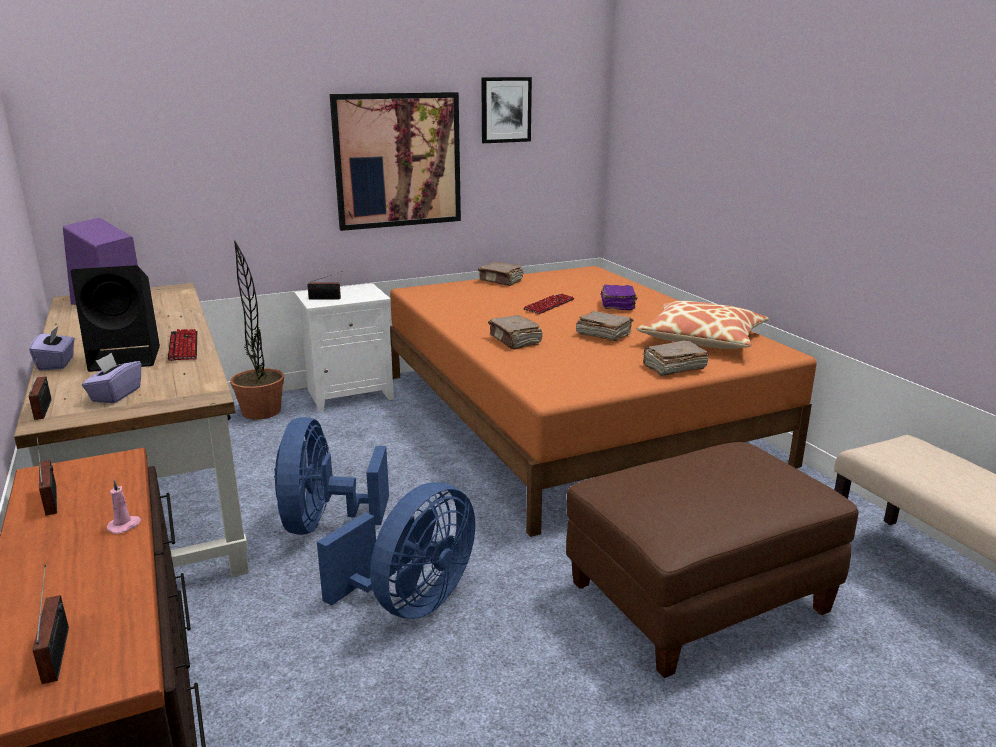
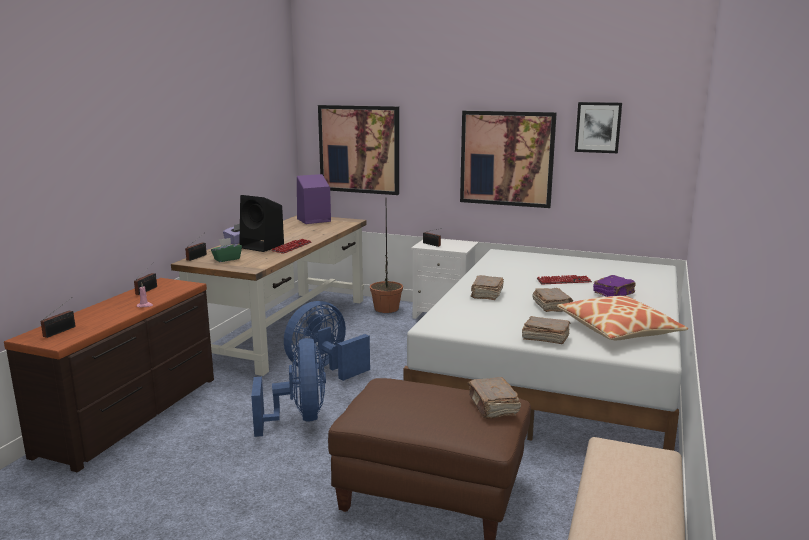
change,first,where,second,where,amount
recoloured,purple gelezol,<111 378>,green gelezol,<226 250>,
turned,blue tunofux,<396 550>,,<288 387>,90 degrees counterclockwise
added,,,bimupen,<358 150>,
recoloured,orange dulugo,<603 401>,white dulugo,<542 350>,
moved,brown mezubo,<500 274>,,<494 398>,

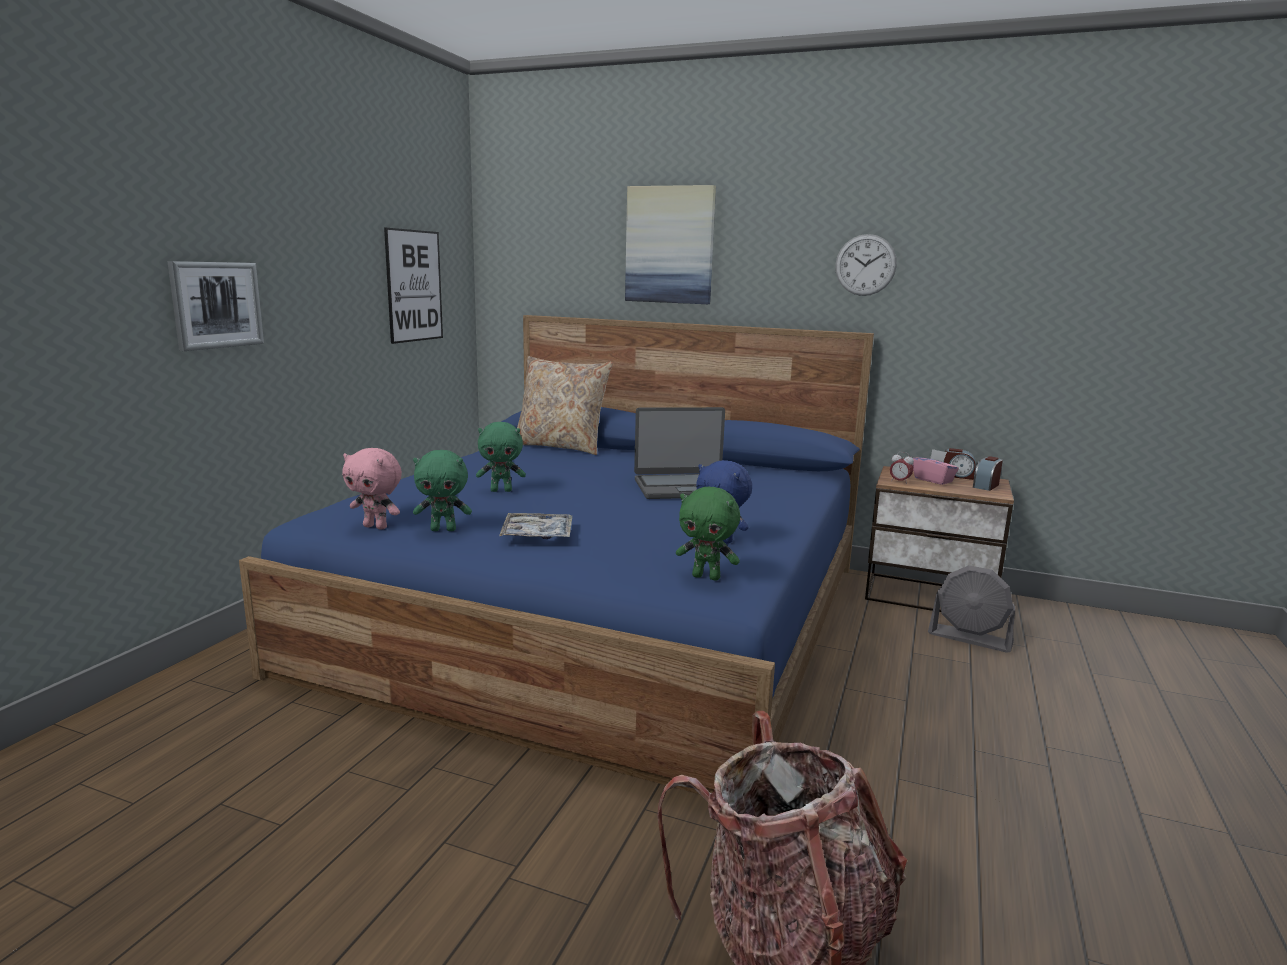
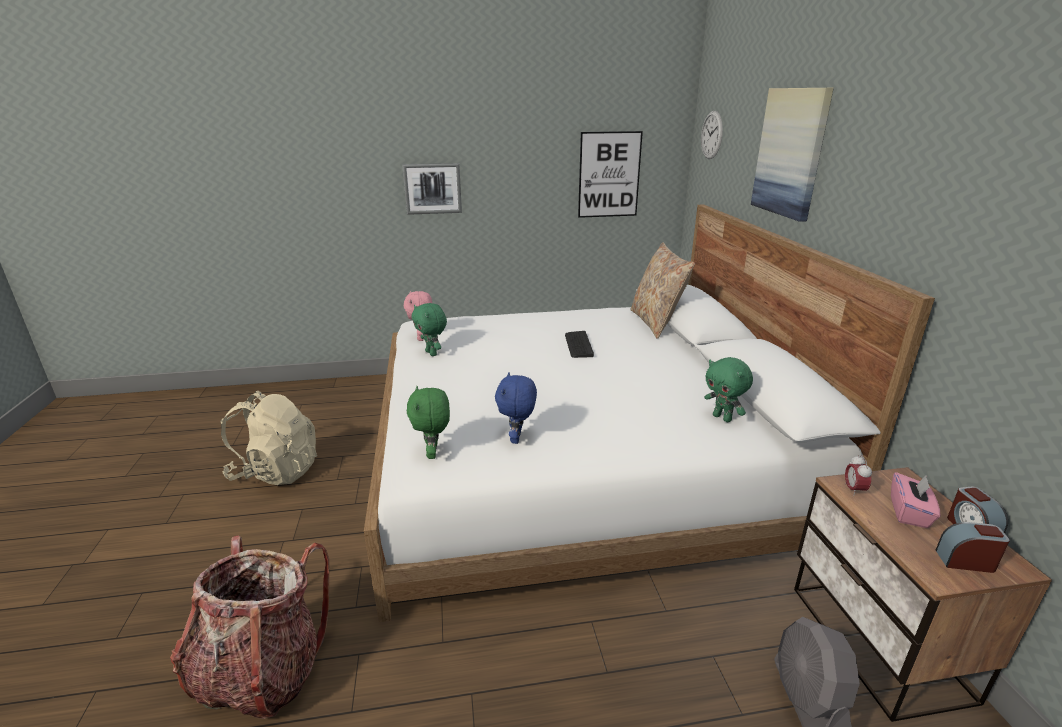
change,first,where,second,where,amount
added,,,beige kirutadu,<269 438>,
recoloured,blue dulugo,<556 554>,white dulugo,<649 413>,
added,,,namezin,<579 344>,
moved,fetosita,<866 265>,,<712 135>,
moved,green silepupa,<501 457>,,<728 389>,
removed,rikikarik,<535 526>,,,
removed,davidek,<679 453>,,,

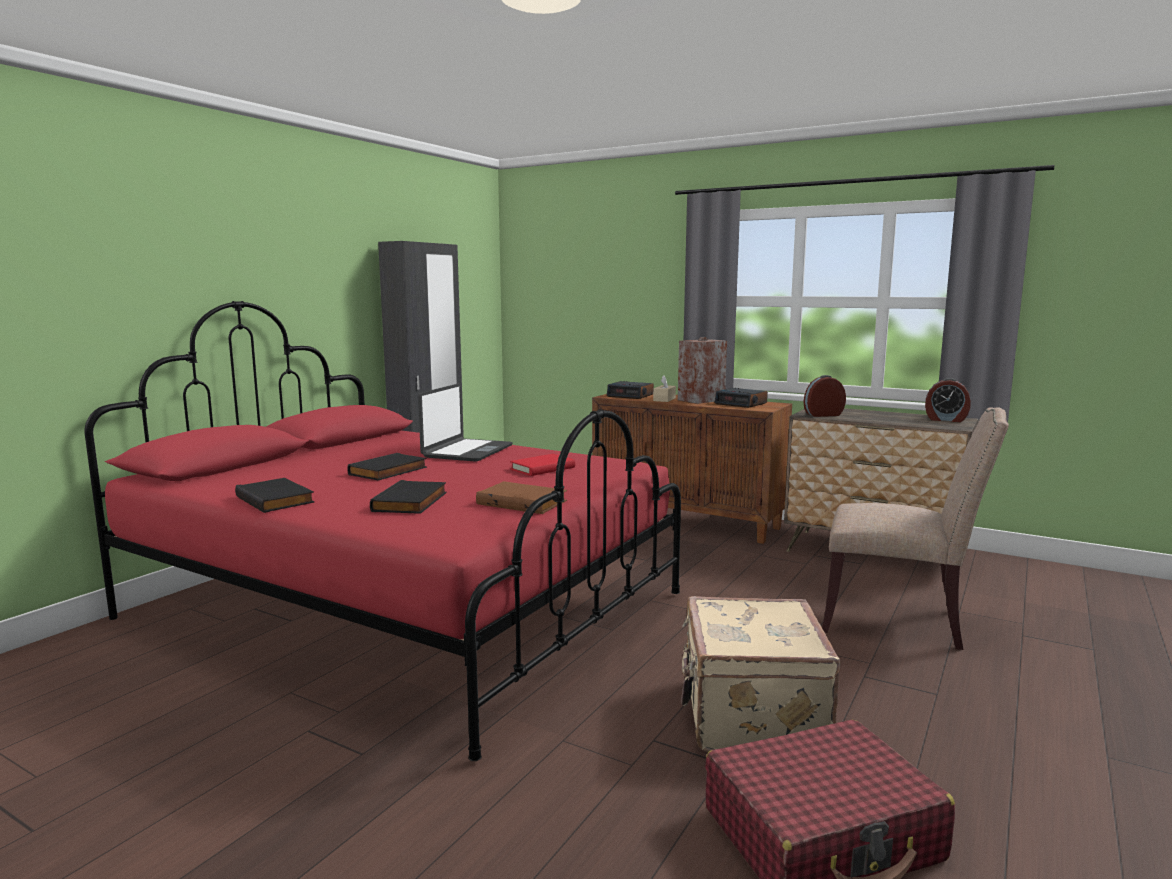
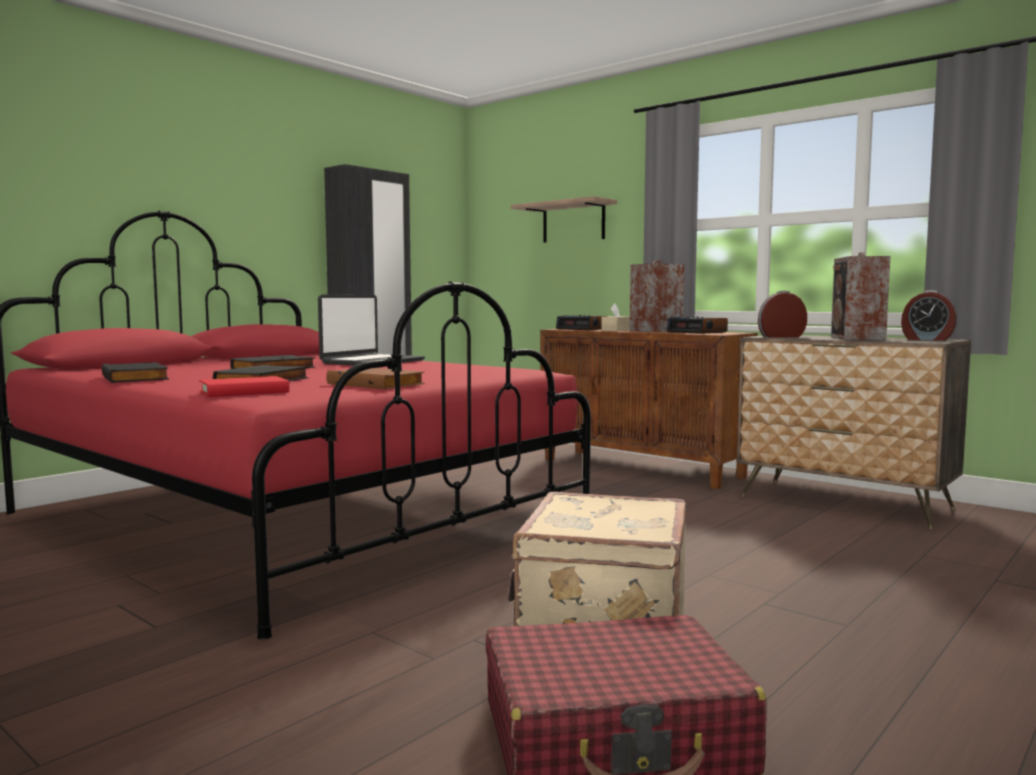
change,first,where,second,where,amount
moved,red mezubo,<542 465>,,<244 386>,
added,,,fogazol,<564 219>,
added,,,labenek,<861 296>,
removed,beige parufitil,<915 528>,,,

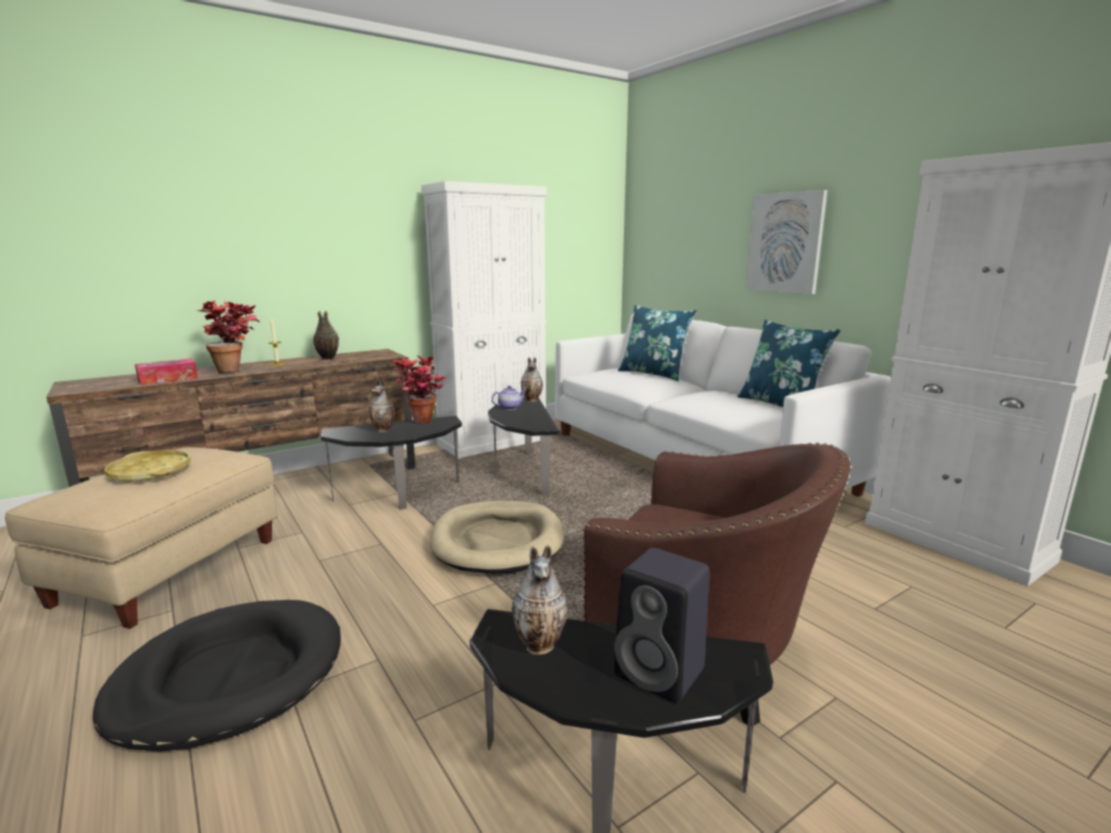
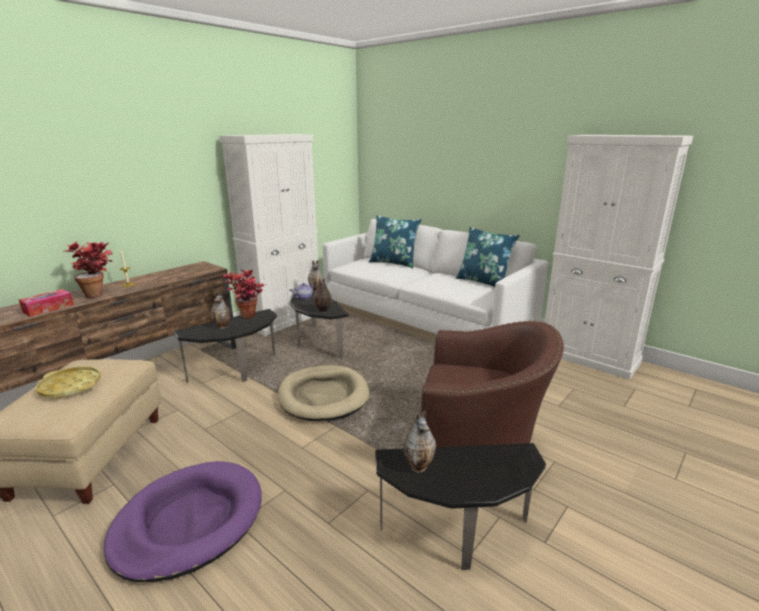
change,first,where,second,where,amount
recoloured,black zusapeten,<217 676>,purple zusapeten,<183 521>,
moved,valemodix,<326 335>,,<323 295>,
removed,black labenek,<662 625>,,,
removed,bimupen,<787 242>,,,

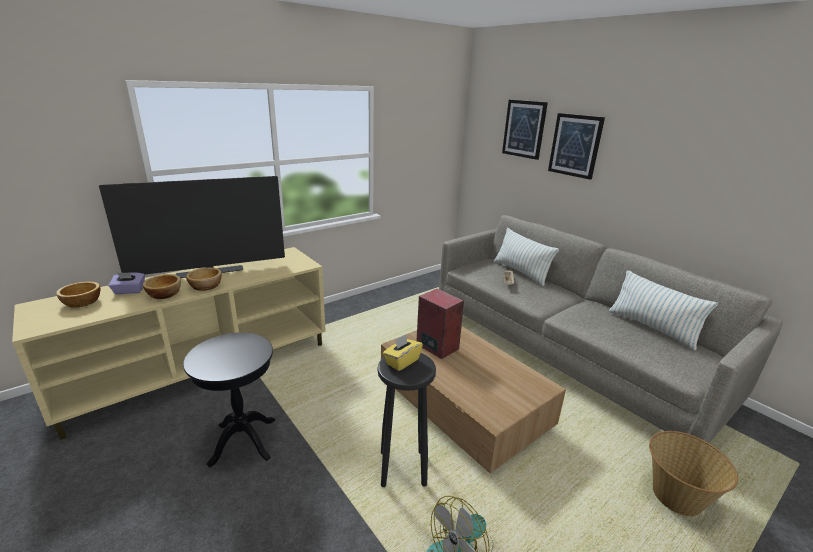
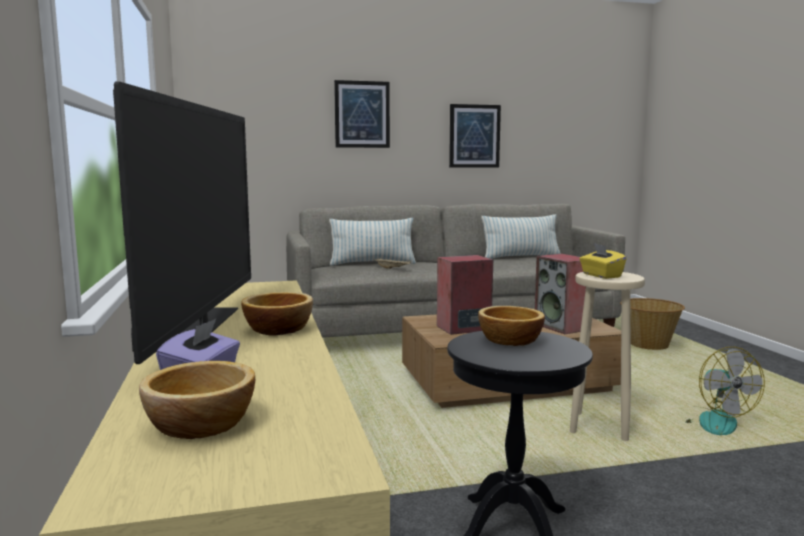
change,first,where,second,where,amount
moved,bimupen,<525 130>,,<475 136>,
moved,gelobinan,<162 286>,,<511 326>,
added,,,labenek,<560 294>,
recoloured,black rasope,<407 420>,beige rasope,<607 356>,

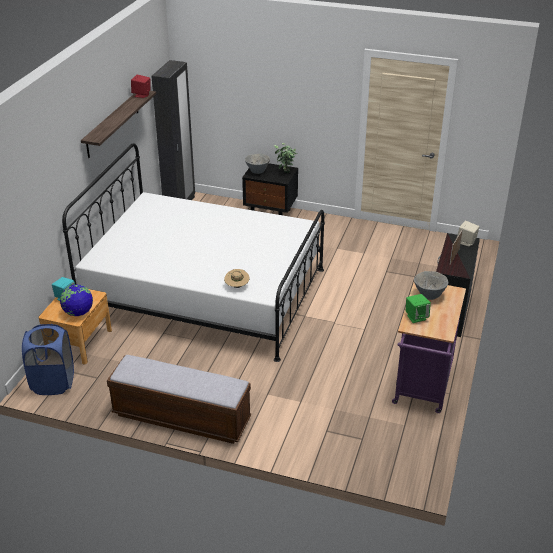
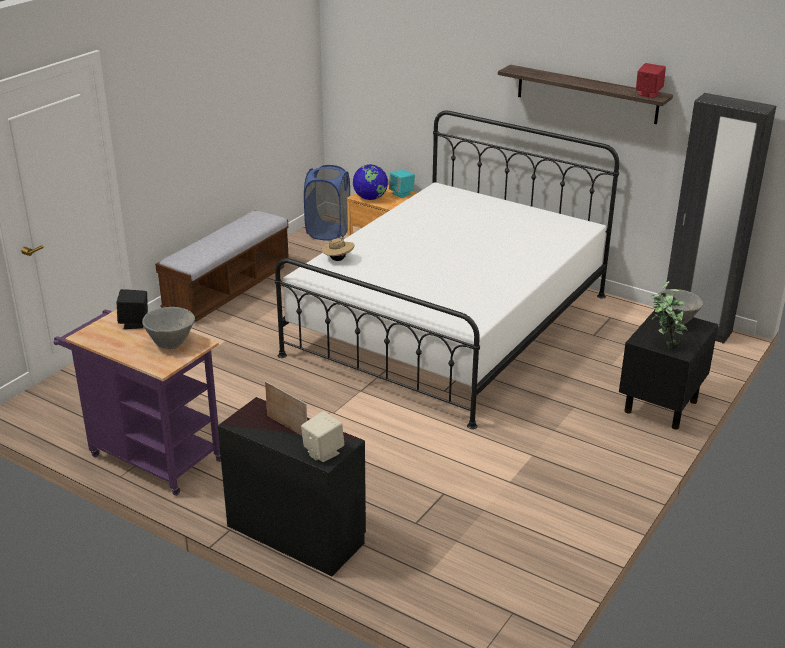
change,first,where,second,where,amount
recoloured,green labenek,<418 308>,black labenek,<132 309>,

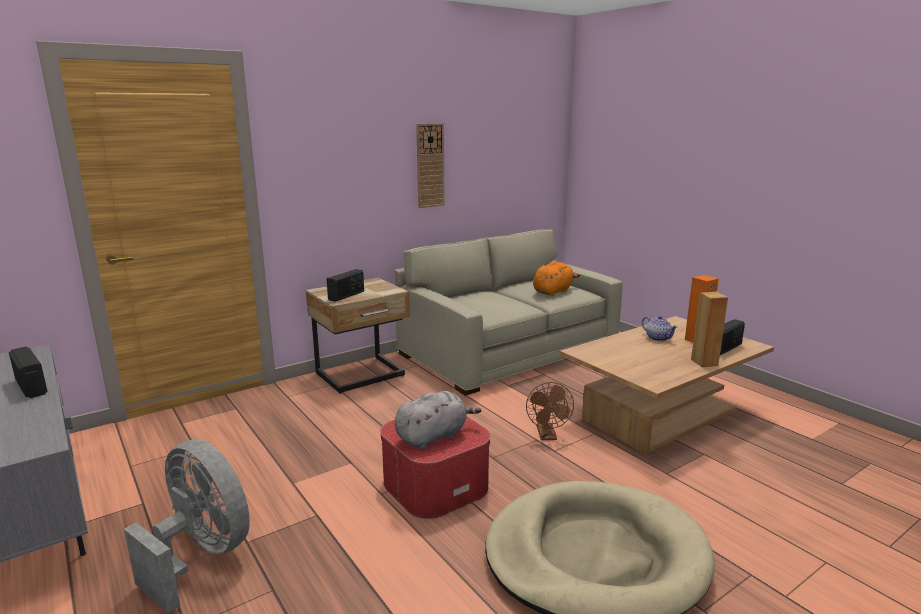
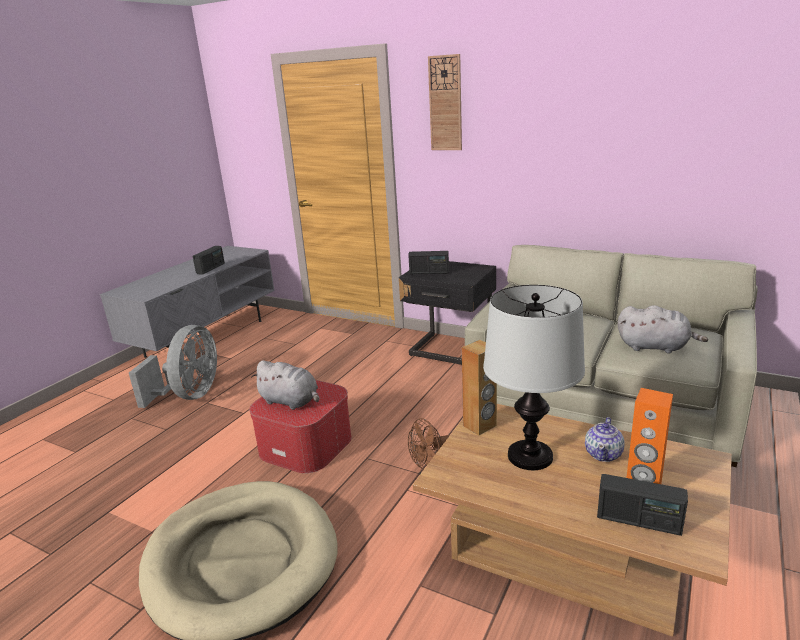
change,first,where,second,where,amount
recoloured,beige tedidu,<358 336>,black tedidu,<447 313>,
moved,fetosita,<430 165>,,<445 102>,
moved,brown labenek,<709 329>,,<479 387>,
added,,,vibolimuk,<534 377>,
recoloured,orange silepupa,<556 278>,grey silepupa,<663 329>,

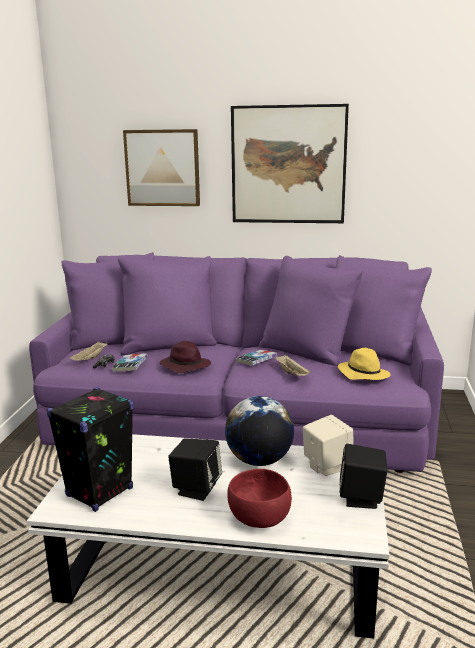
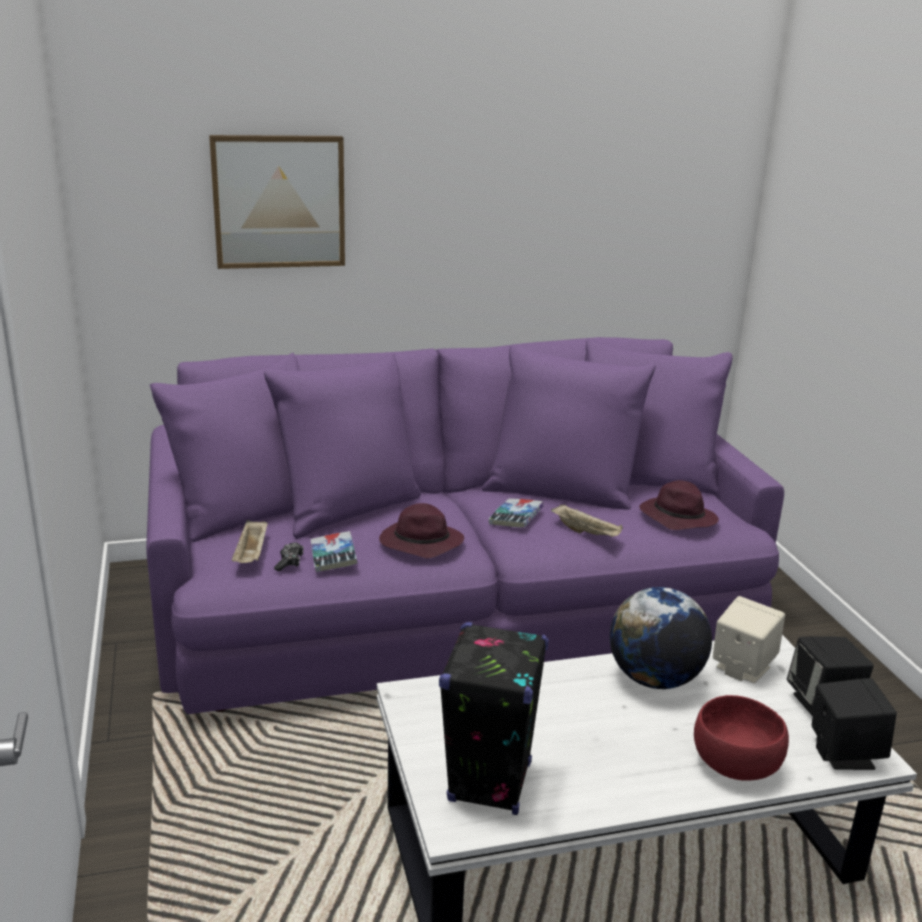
change,first,where,second,where,amount
recoloured,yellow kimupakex,<364 364>,purple kimupakex,<679 505>,
moved,black labenek,<195 469>,,<854 724>,
removed,bimupen,<290 163>,,,

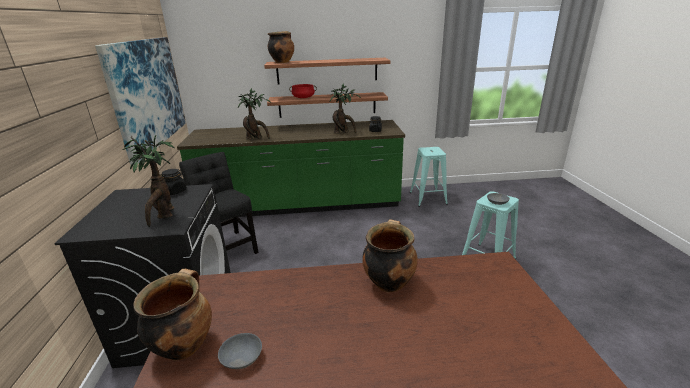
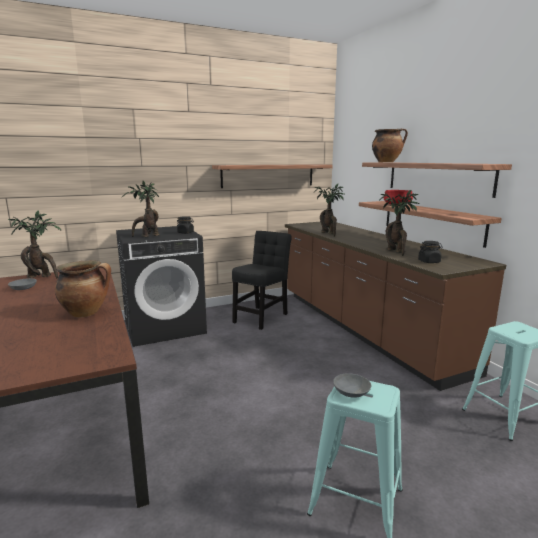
change,first,where,second,where,amount
replaced,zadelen,<172 315>,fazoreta,<35 244>,
replaced,bimupen,<140 101>,fogazol,<272 176>,
recoloured,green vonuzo,<291 168>,brown vonuzo,<395 306>,

